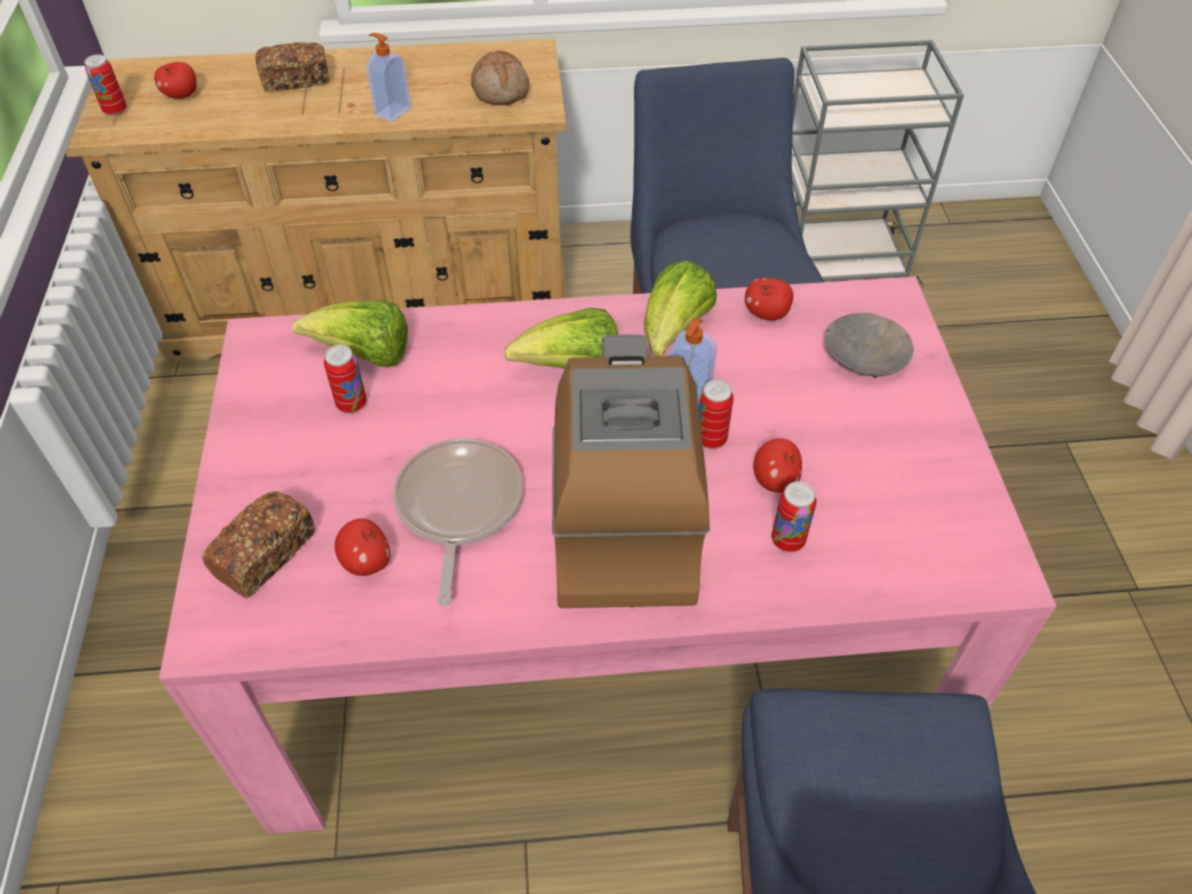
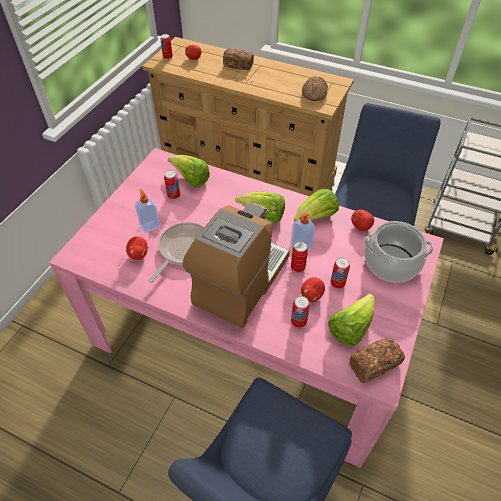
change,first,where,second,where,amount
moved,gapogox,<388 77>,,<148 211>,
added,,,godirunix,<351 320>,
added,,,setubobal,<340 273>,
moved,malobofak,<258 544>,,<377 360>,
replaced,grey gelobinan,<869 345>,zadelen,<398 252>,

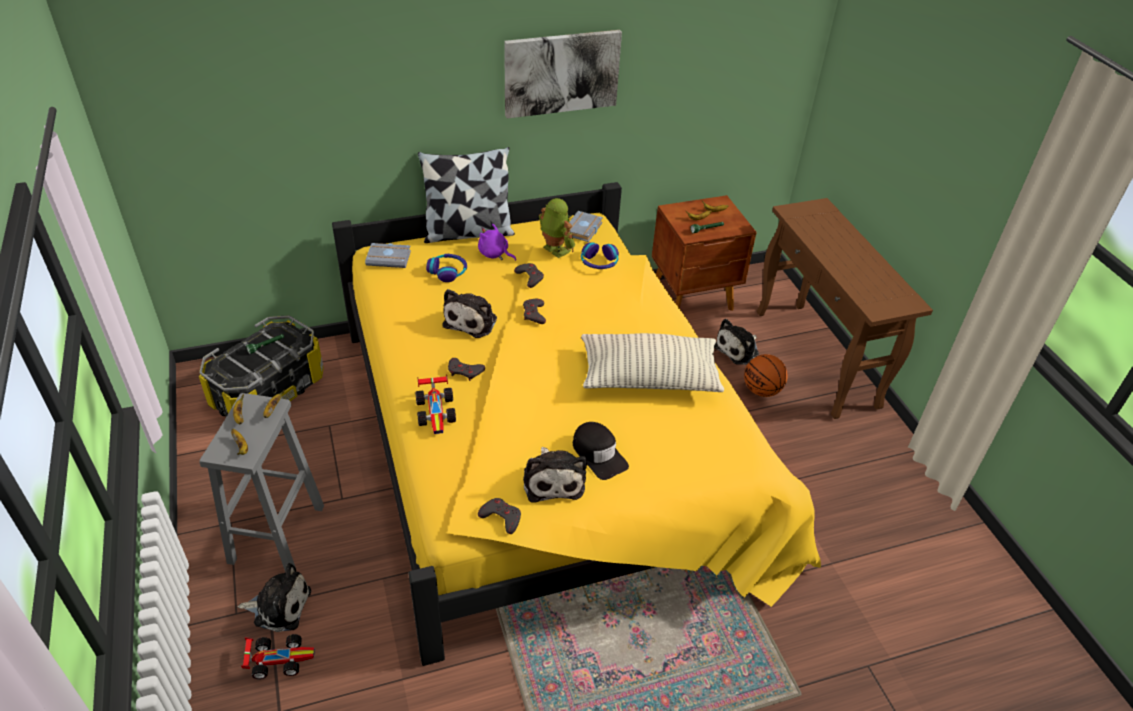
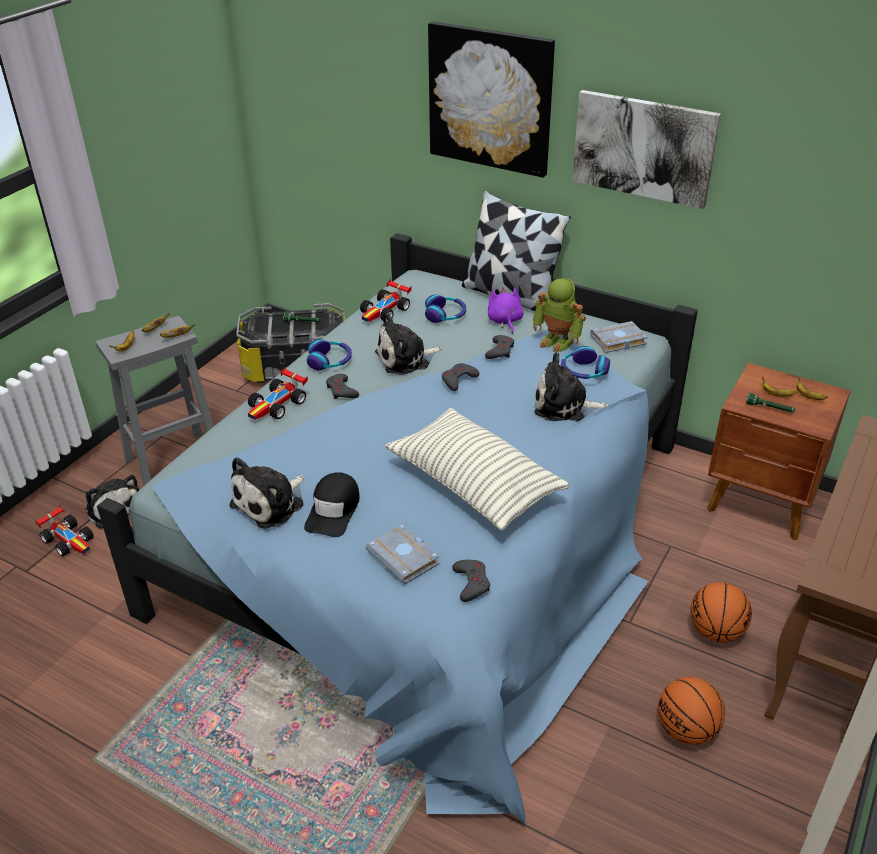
change,first,where,second,where,amount
recoloured,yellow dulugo,<576 424>,blue dulugo,<397 529>,
added,,,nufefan,<329 354>,
added,,,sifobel,<386 300>,
moved,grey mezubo,<388 255>,,<403 554>,
added,,,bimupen,<491 100>,
moved,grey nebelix,<499 516>,,<471 581>,
turned,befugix,<557 228>,,<559 315>,120 degrees clockwise
moved,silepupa,<736 342>,,<571 387>,
added,,,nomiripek,<691 711>,

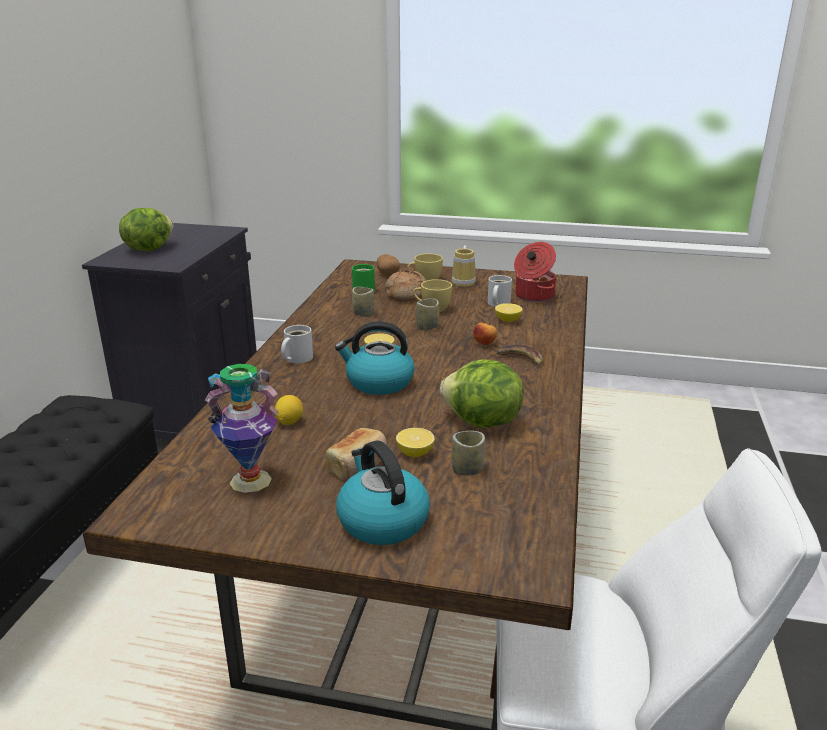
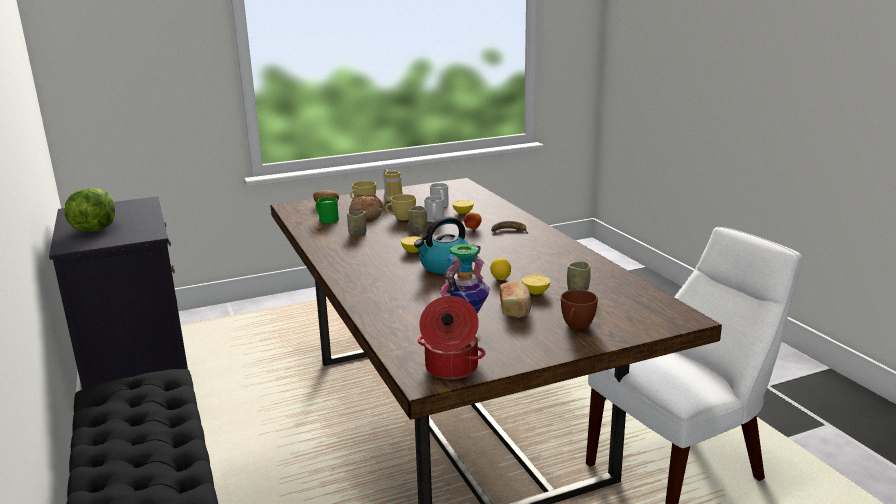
change,first,where,second,where,amount
moved,zadelen,<535 272>,,<451 337>,
moved,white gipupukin,<297 344>,,<434 209>,
moved,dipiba,<289 410>,,<500 269>,
replaced,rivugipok,<383 493>,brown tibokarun,<579 309>,
removed,godirunix,<482 393>,,,

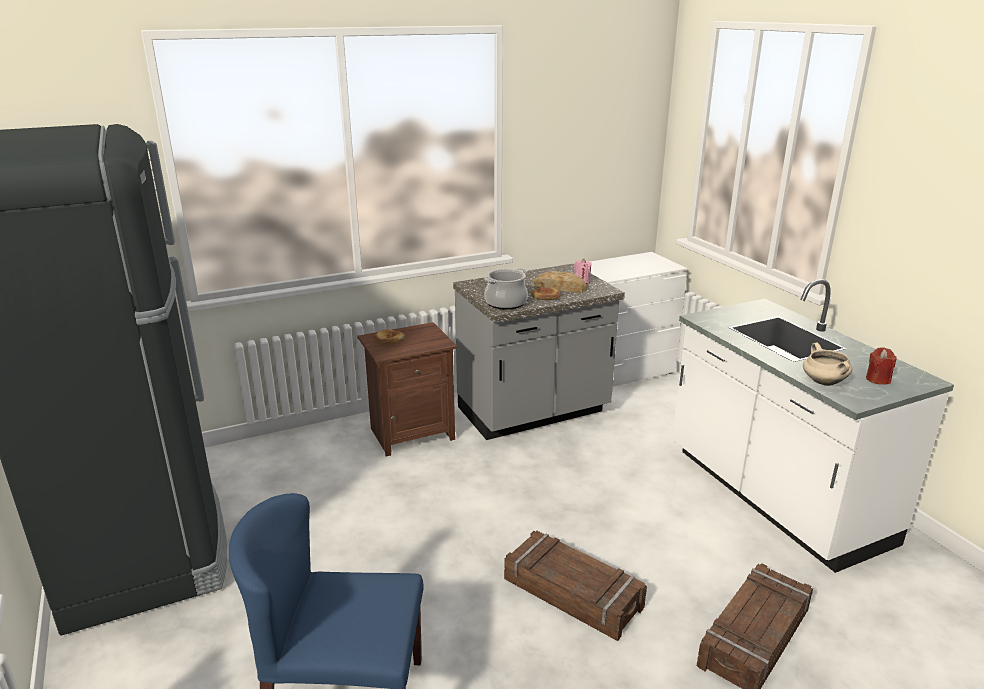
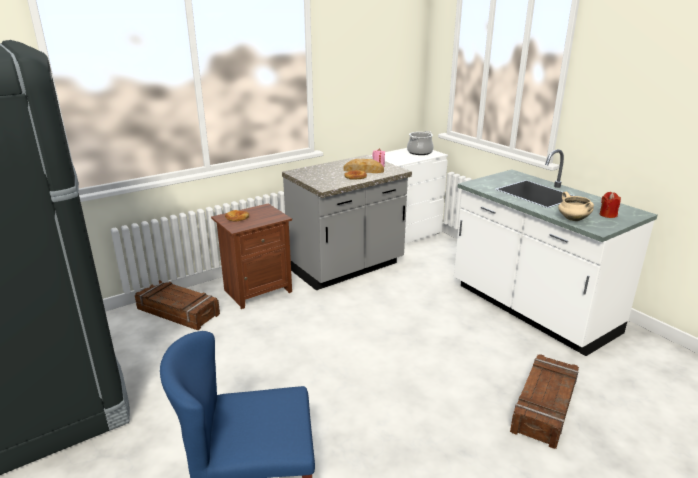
change,first,where,second,where,amount
moved,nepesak,<575 586>,,<177 305>,
moved,zadelen,<506 289>,,<420 143>,

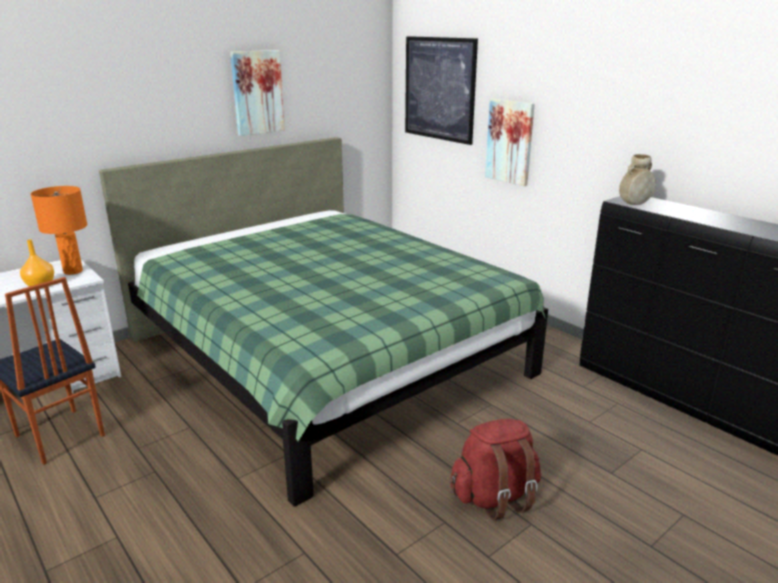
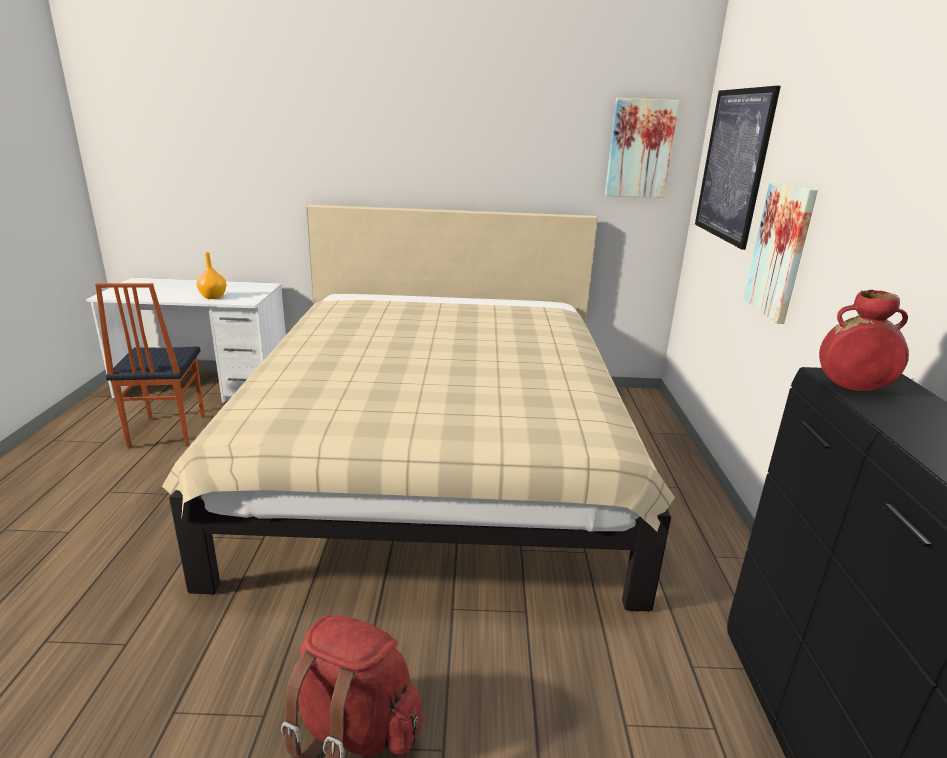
change,first,where,second,where,amount
recoloured,green dulugo,<323 322>,beige dulugo,<418 408>,
moved,bimupen,<257 93>,,<642 148>,
recoloured,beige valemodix,<637 179>,red valemodix,<864 340>,
removed,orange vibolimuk,<59 230>,,,

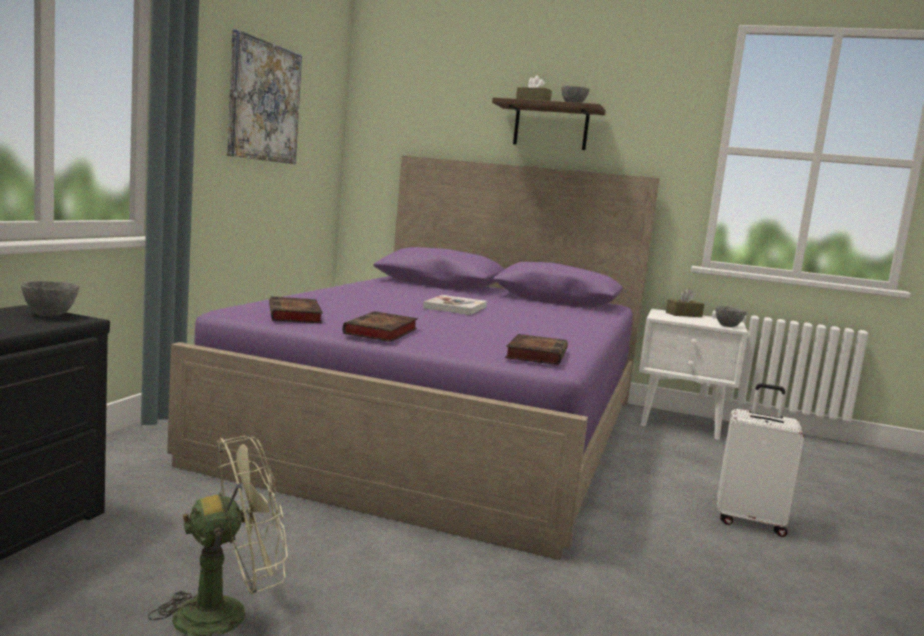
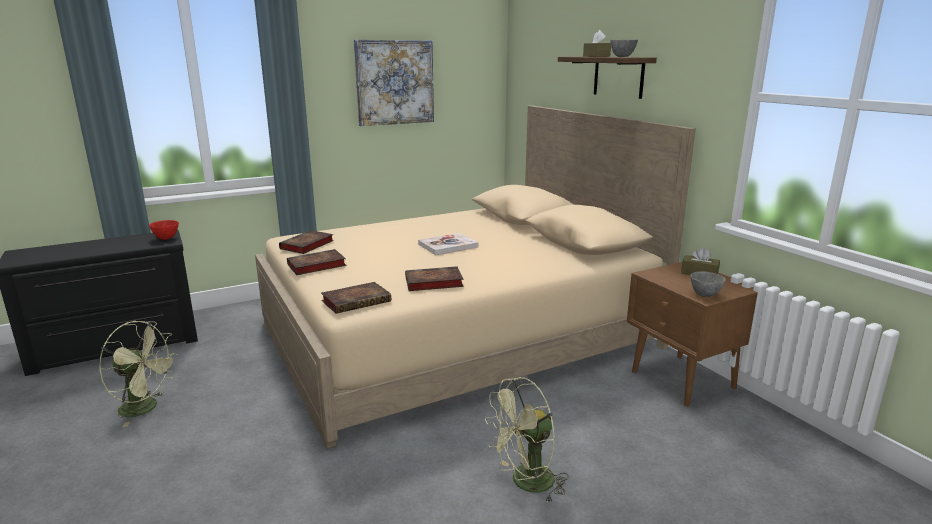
change,first,where,second,where,amount
recoloured,grey gelobinan,<50 299>,red gelobinan,<164 230>,
recoloured,purple dulugo,<413 358>,beige dulugo,<475 277>,
added,,,mezubo,<434 278>,
replaced,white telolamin,<760 460>,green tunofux,<527 439>,
recoloured,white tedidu,<693 374>,brown tedidu,<692 334>,

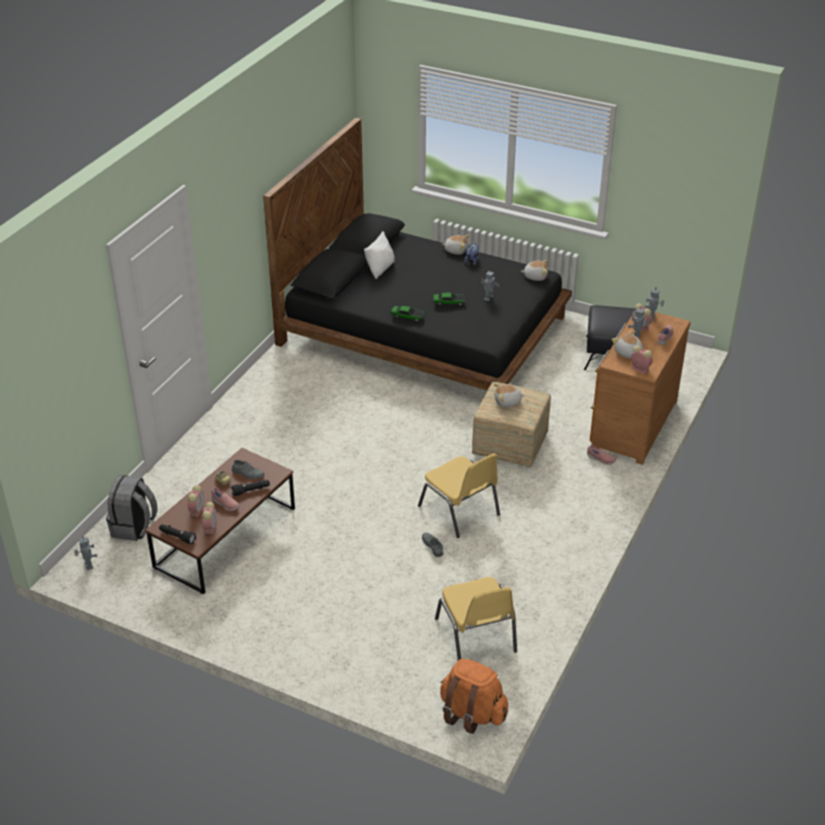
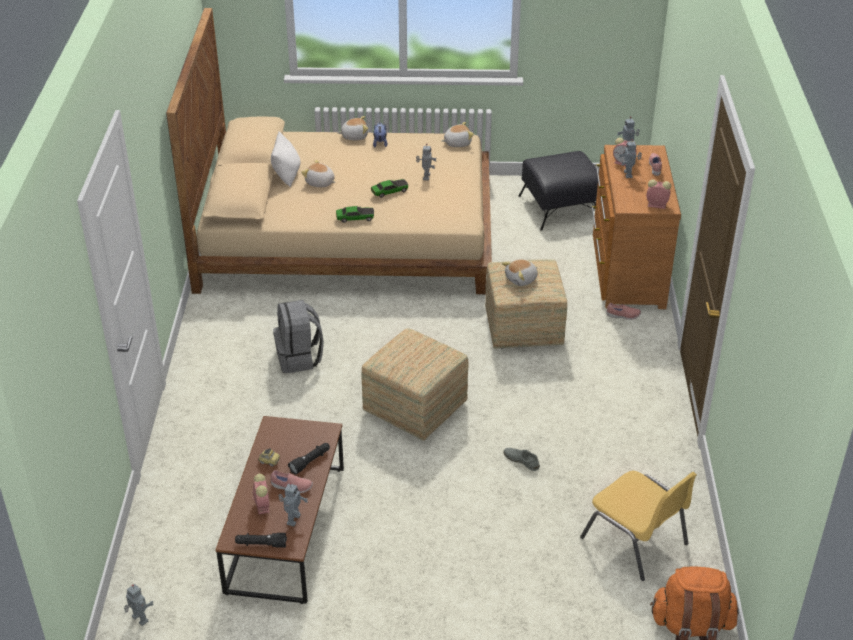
change,first,where,second,where,amount
recoloured,black dulugo,<417 254>,beige dulugo,<329 151>,
moved,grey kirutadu,<131 508>,,<298 336>,
replaced,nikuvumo,<208 518>,befugix,<293 504>,
moved,silepupa,<627 344>,,<318 173>,
added,,,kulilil,<415 385>,
removed,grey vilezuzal,<248 469>,,,
removed,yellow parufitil,<459 495>,,,

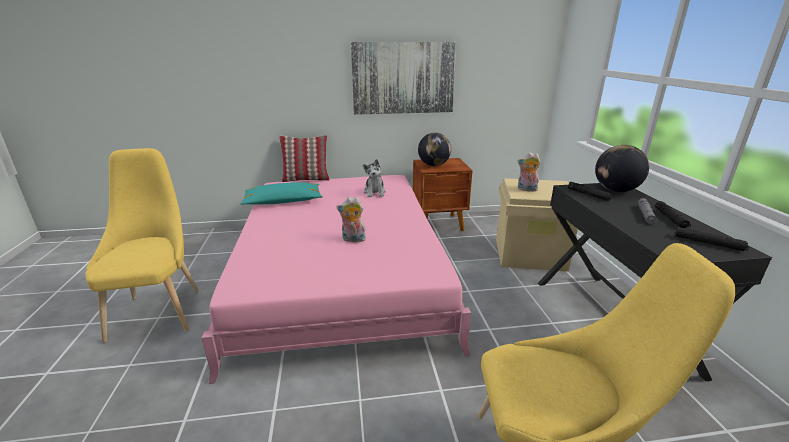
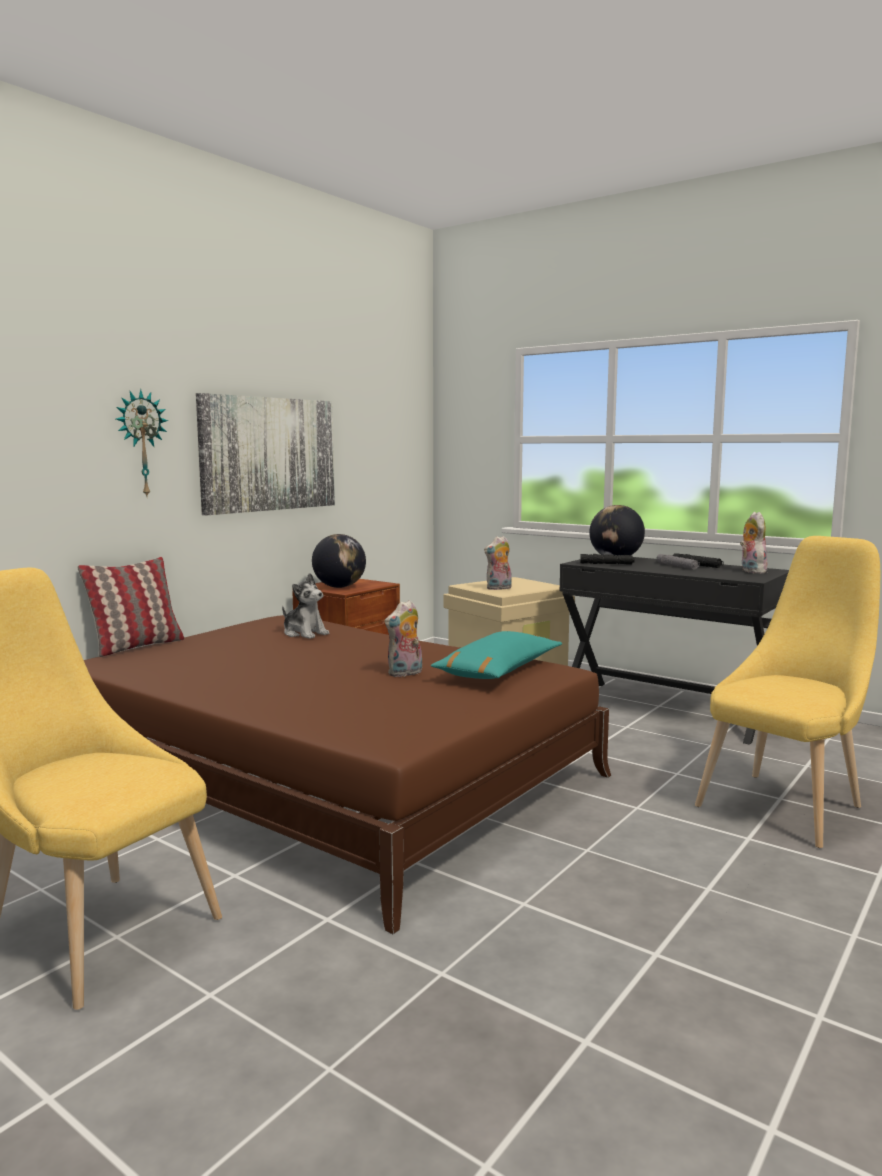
change,first,where,second,where,amount
recoloured,pink dulugo,<336 279>,brown dulugo,<347 774>,
added,,,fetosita,<142 442>,
moved,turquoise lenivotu,<281 193>,,<496 655>,
replaced,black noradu,<712 239>,silepupa,<754 542>,

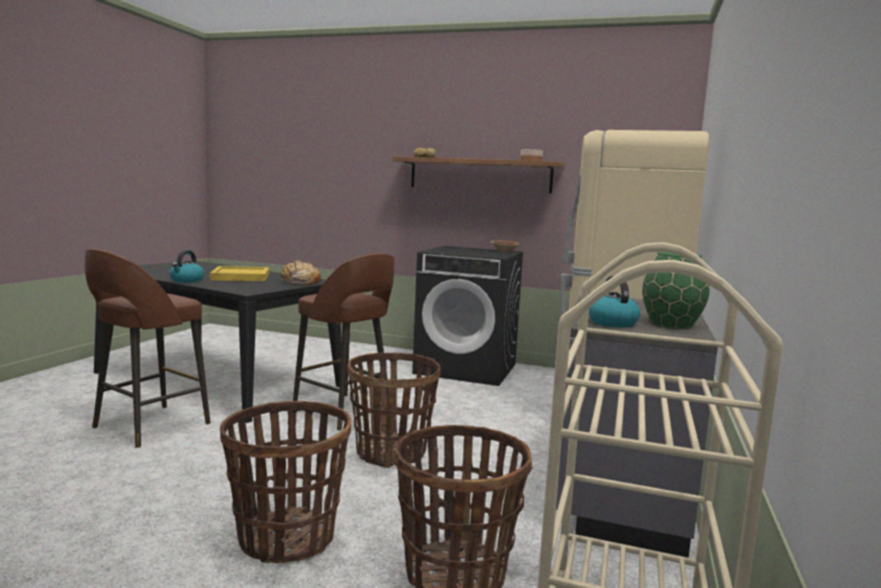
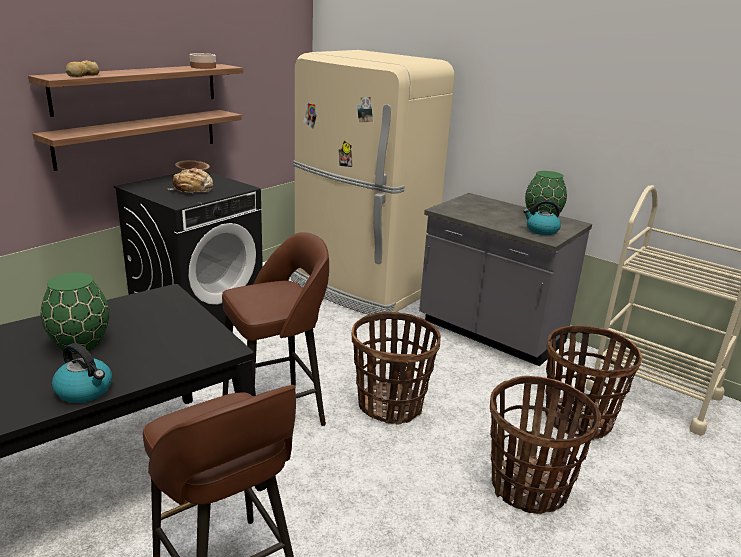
change,first,where,second,where,amount
added,,,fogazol,<137 140>,
replaced,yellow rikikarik,<239 273>,green valemodix,<75 312>,
moved,malobofak,<300 273>,,<191 180>,

